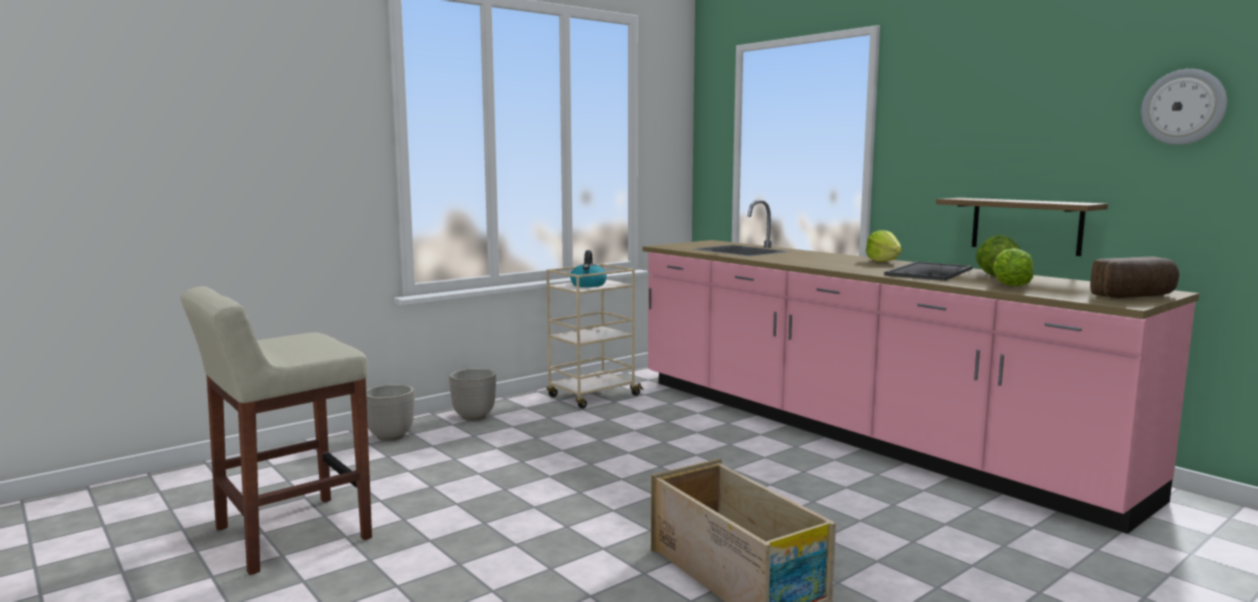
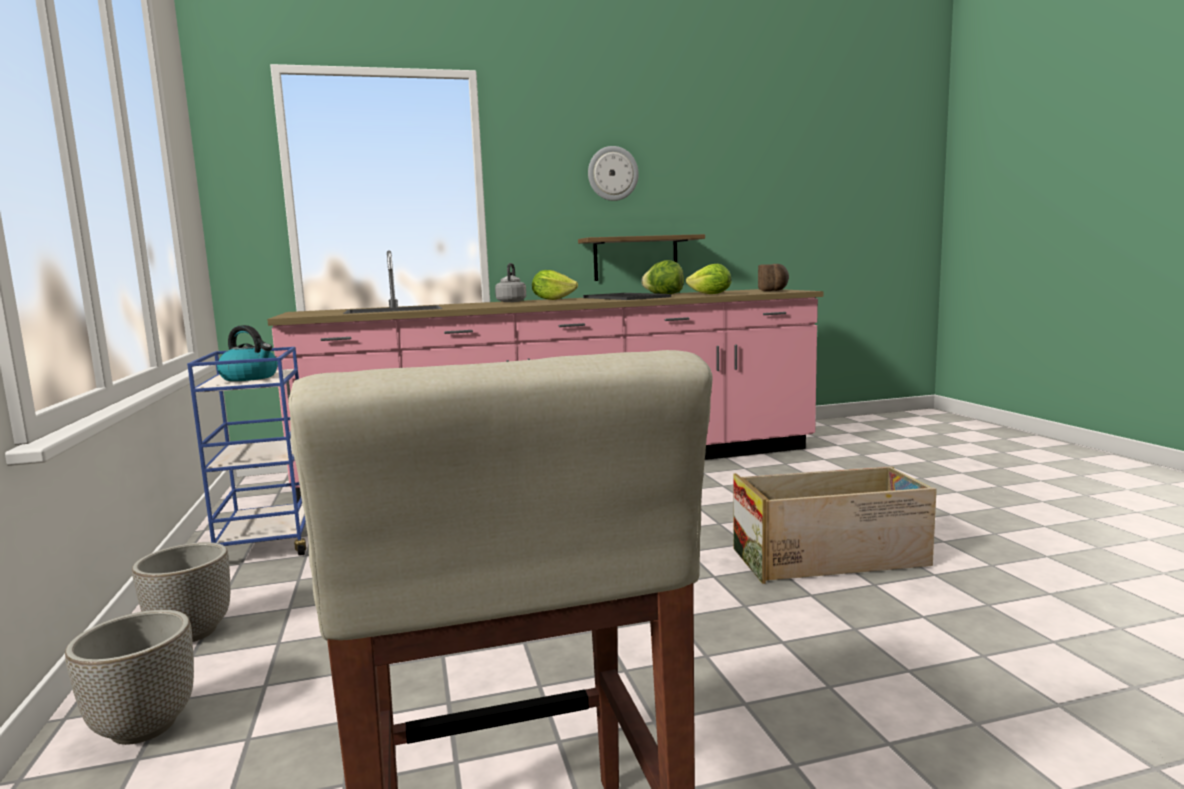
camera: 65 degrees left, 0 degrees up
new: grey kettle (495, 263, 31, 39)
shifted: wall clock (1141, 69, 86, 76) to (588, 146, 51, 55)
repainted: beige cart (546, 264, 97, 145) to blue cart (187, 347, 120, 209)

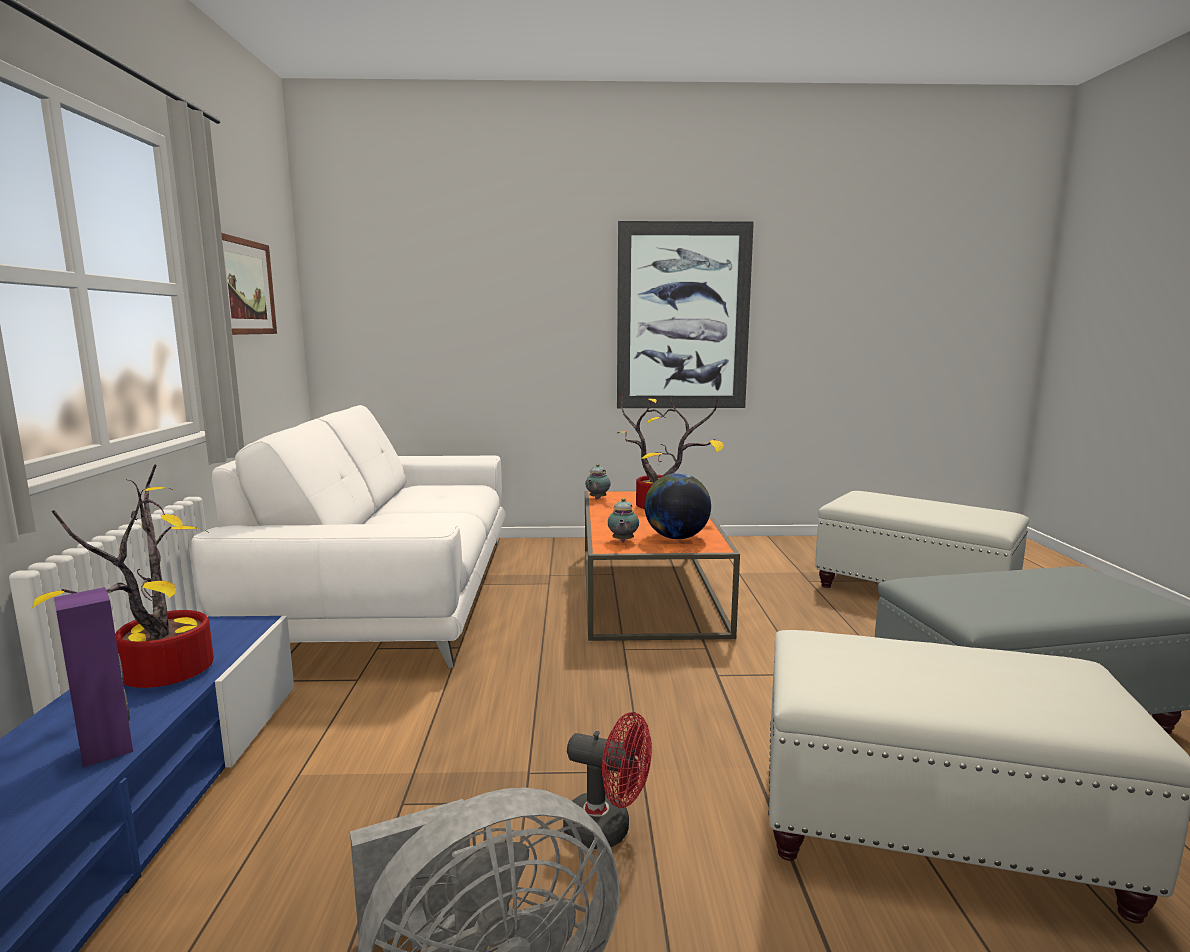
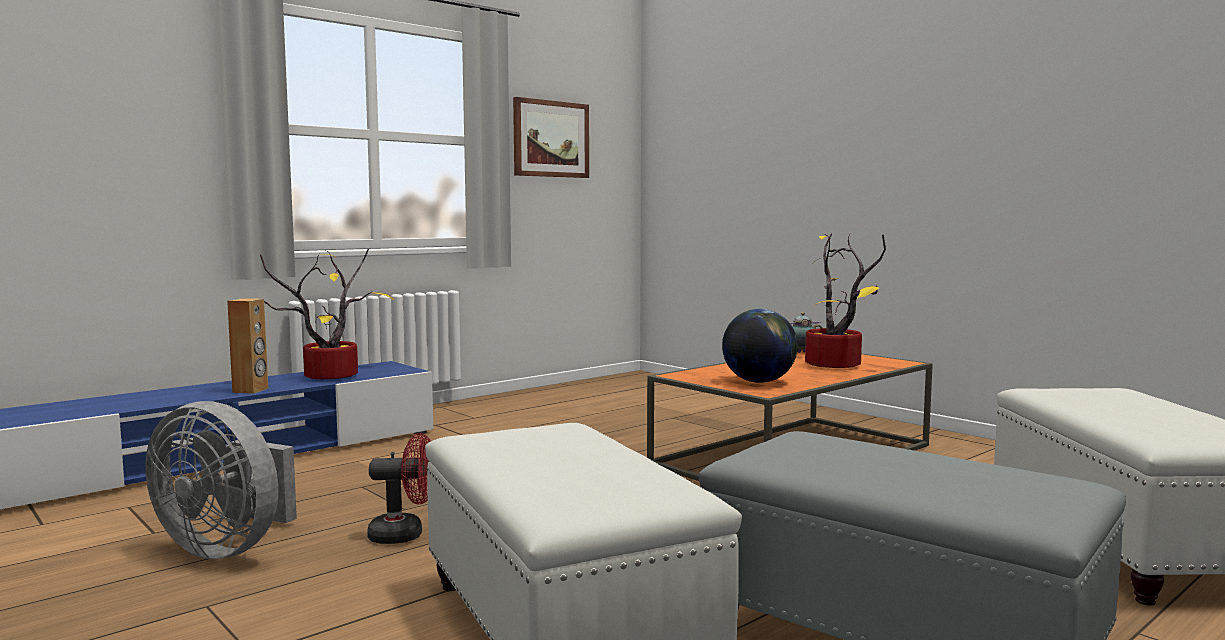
camera: 50 degrees right, 5 degrees down
gone: white sofa (191, 405, 315, 263); teapot (608, 498, 31, 44); picture (617, 221, 137, 187)
repainted: purple speaker (54, 587, 79, 181) to brown speaker (227, 298, 41, 96)
rotated: red fan (563, 712, 89, 137) = (367, 433, 64, 111) 75 degrees counterclockwise

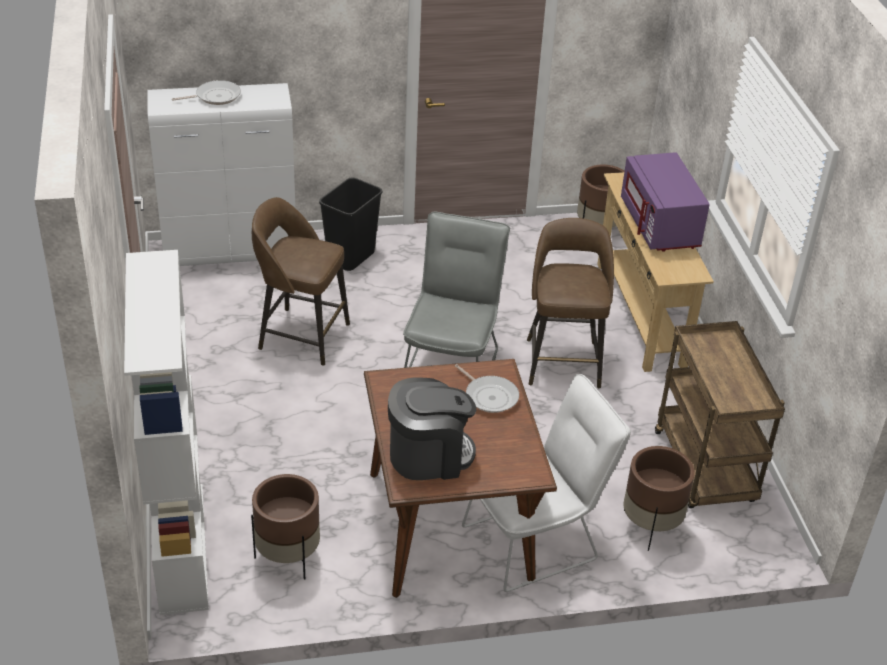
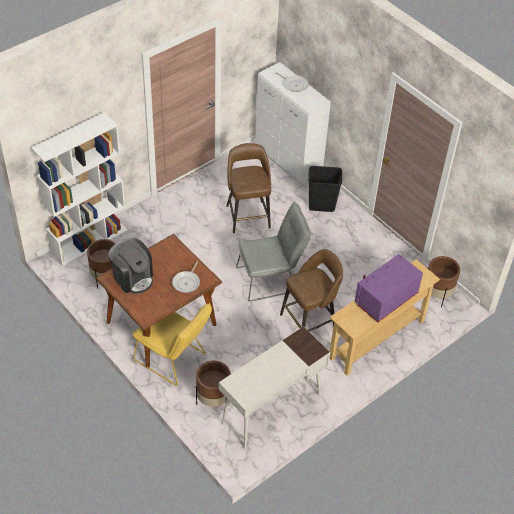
camera: 60 degrees right, 10 degrees up
swapped: brown cart (655, 321, 130, 187) to white desk (219, 326, 111, 123)
repainted: white chair (462, 374, 169, 218) to yellow chair (132, 303, 80, 83)

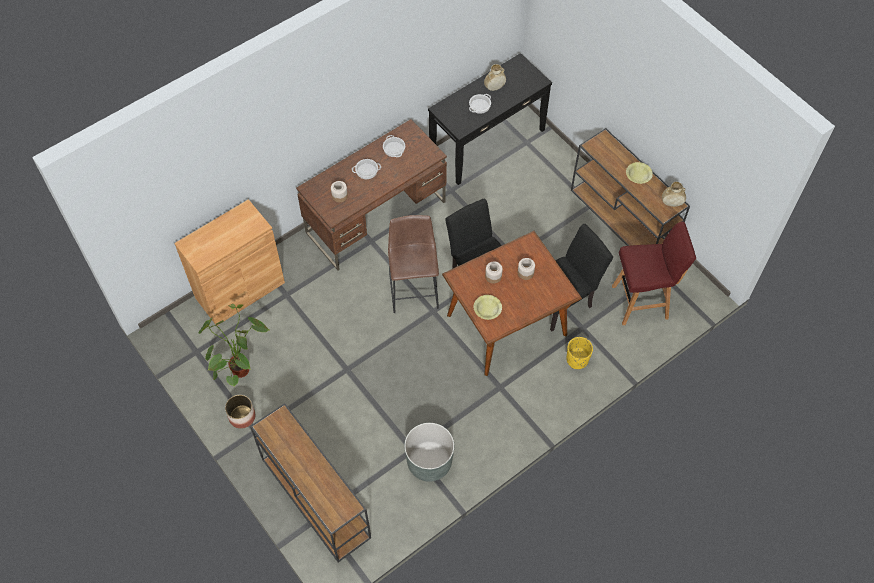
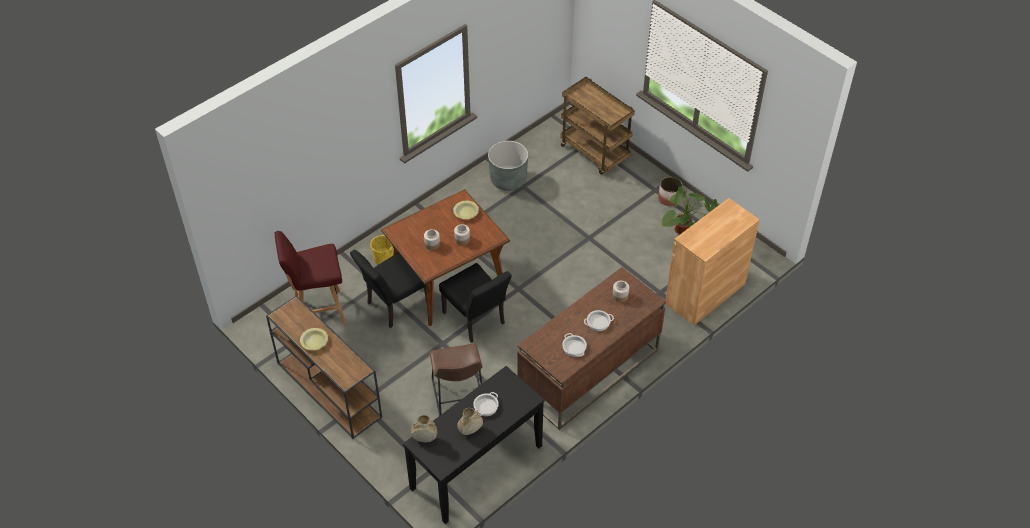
camera: 175 degrees right, 10 degrees down
shifted: beige vase (662, 182, 24, 25) to (411, 415, 26, 27); brown stool (388, 215, 51, 98) to (430, 344, 53, 72)
swapped: brown console table (250, 403, 121, 160) to brown cart (560, 77, 75, 98)

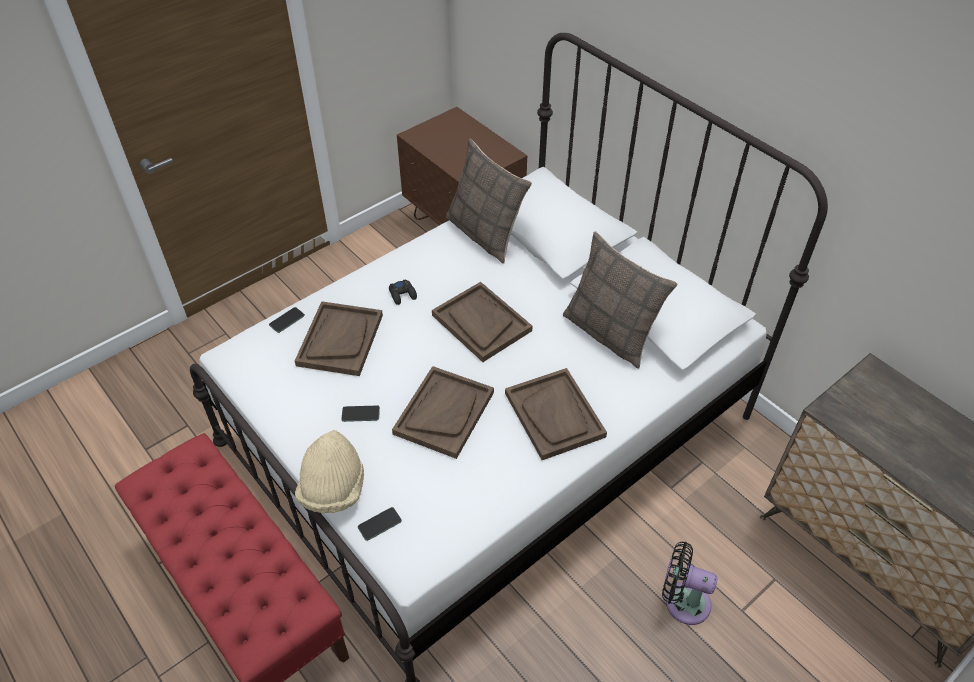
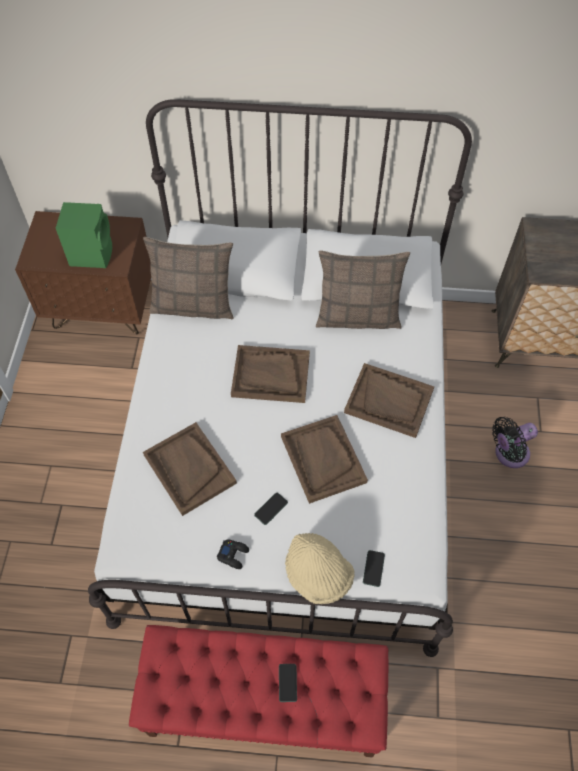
camera: 45 degrees left, 10 degrees up
new: green speaker (56, 202, 56, 66)
shifted: black game controller (389, 279, 28, 26) to (217, 539, 32, 30); phone (269, 307, 36, 26) to (279, 664, 18, 38)

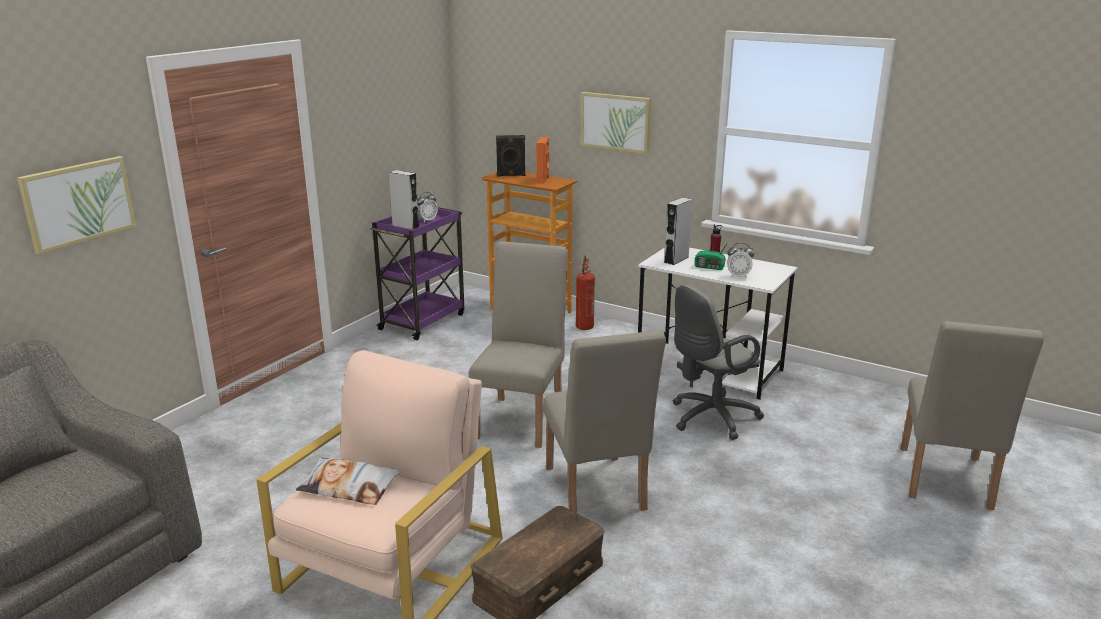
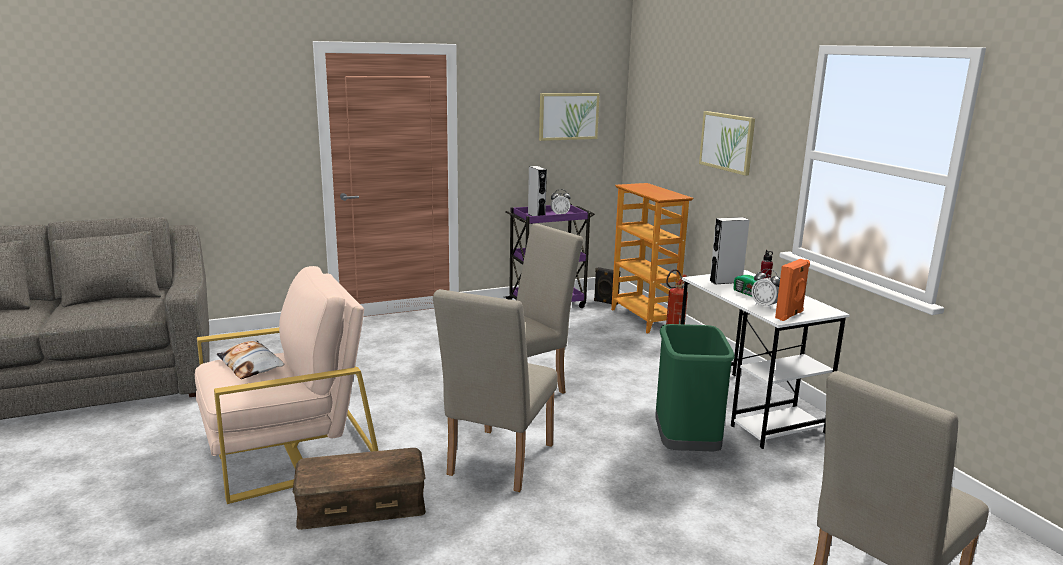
camera: 35 degrees right, 5 degrees down
shifted: picture (17, 156, 119, 98) to (539, 93, 61, 48); black speaker (496, 135, 30, 41) to (594, 267, 26, 38); orange speaker (536, 137, 14, 47) to (775, 259, 35, 62)
swapped: grey office chair (673, 285, 91, 155) to green trash can (655, 324, 80, 128)

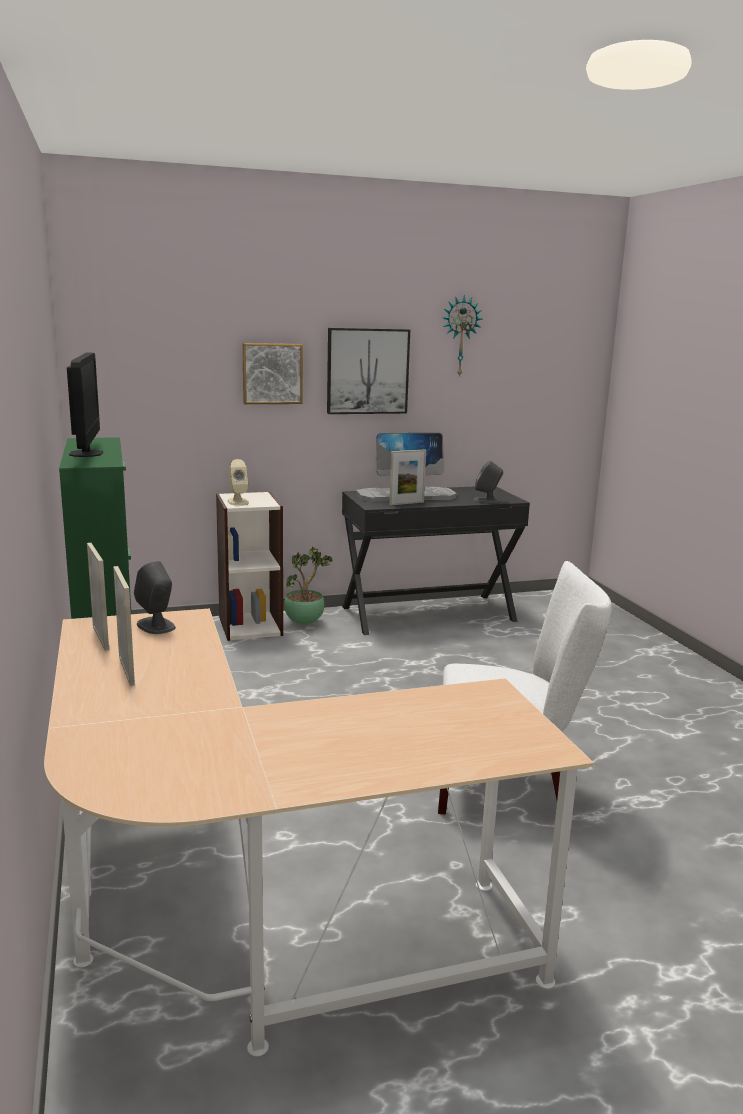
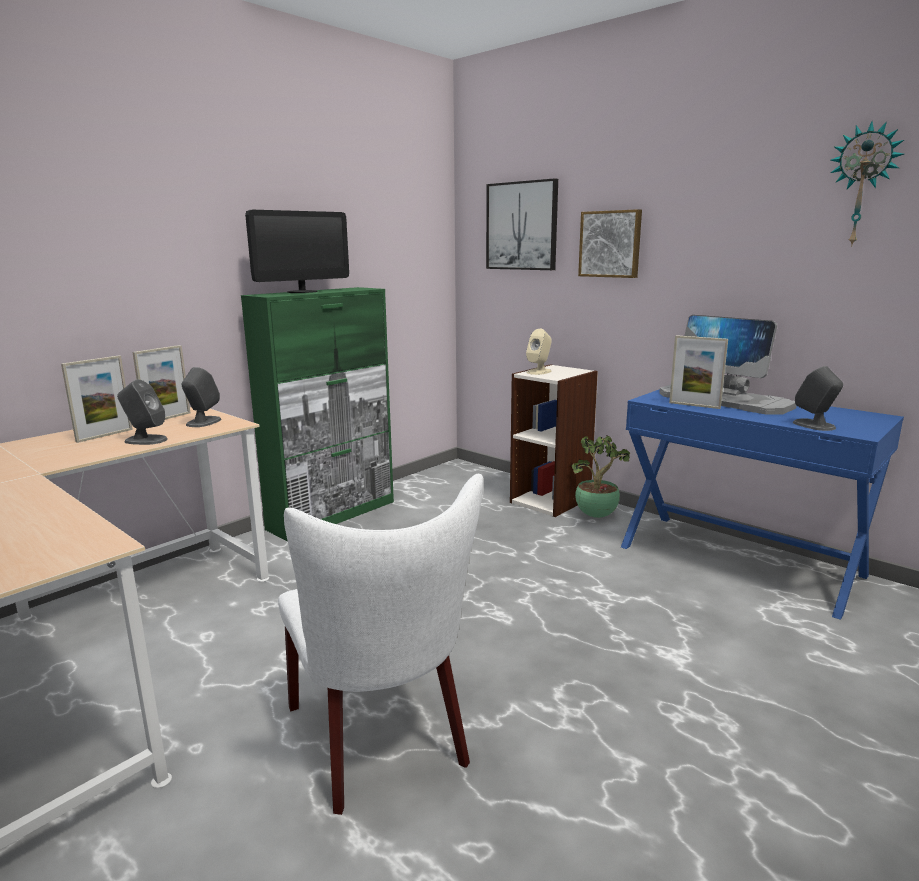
camera: 60 degrees right, 0 degrees up
new: grey speaker (117, 379, 51, 66)
shifted: picture (327, 328, 83, 86) to (486, 178, 72, 92)
repainted: black desk (342, 487, 188, 148) to blue desk (621, 389, 283, 231)

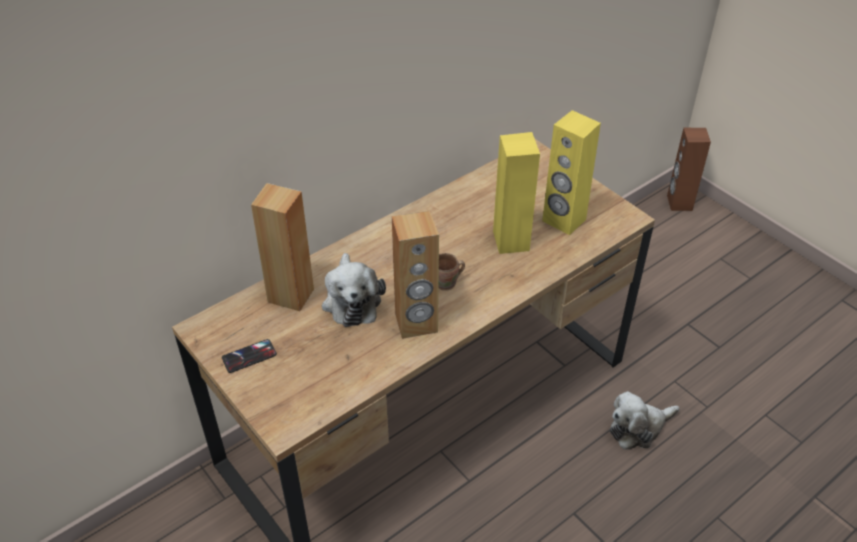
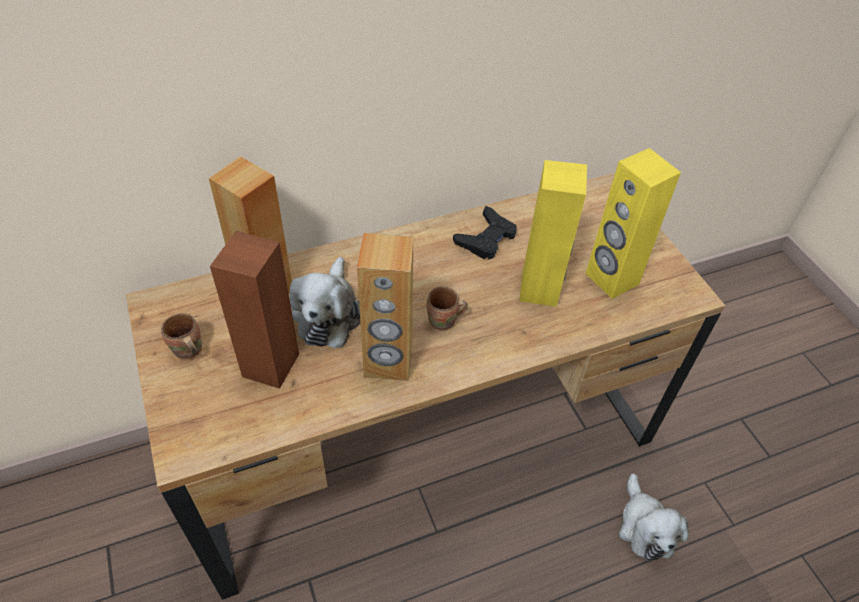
camera: 15 degrees right, 5 degrees up
new: black game controller (453, 206, 64, 53)
shifted: brown speaker (667, 128, 44, 83) to (210, 231, 89, 158)
swapped: phone (222, 339, 55, 34) to brown mug (161, 313, 41, 47)
rotated: plush toy (609, 391, 70, 59) = (619, 473, 70, 88) 90 degrees counterclockwise

